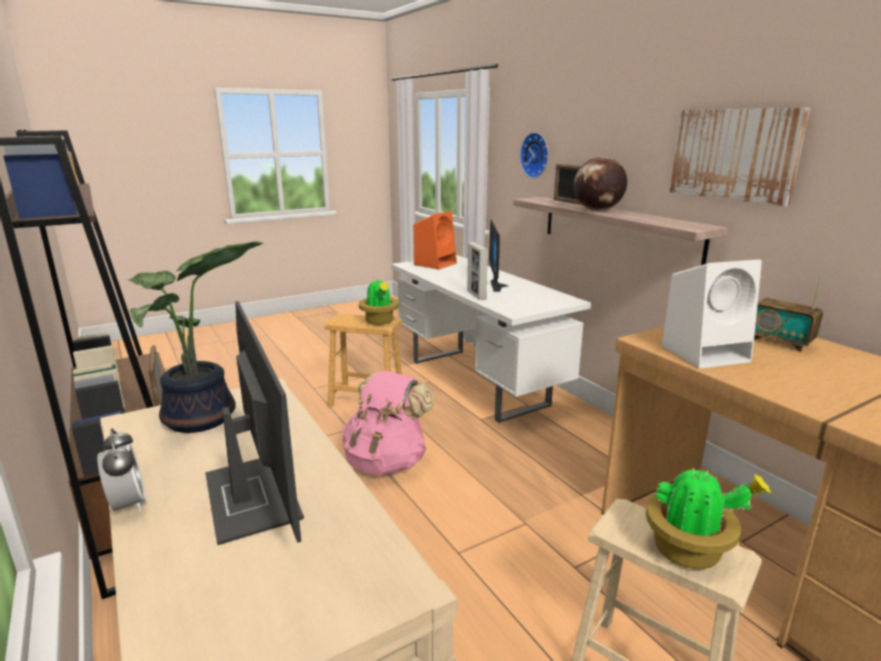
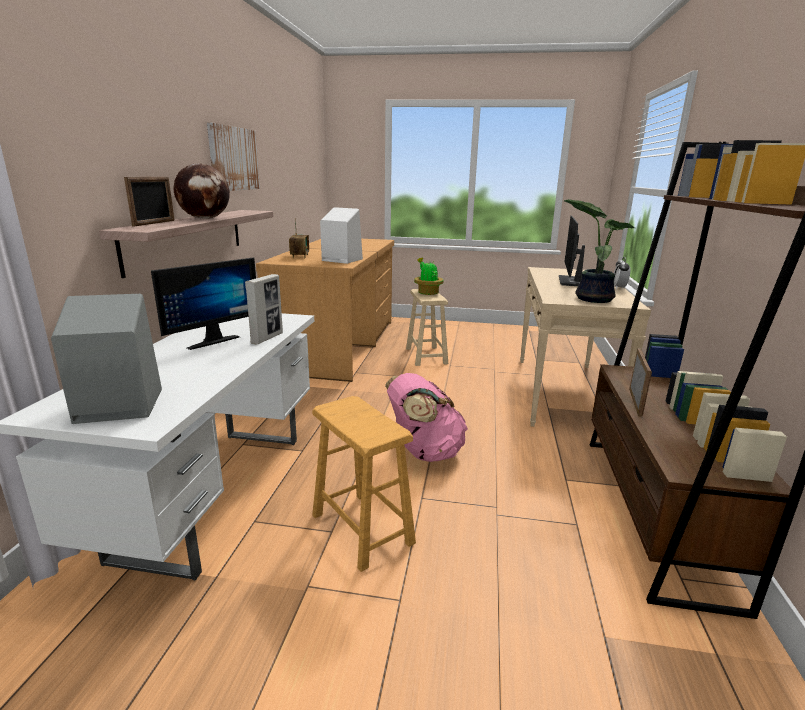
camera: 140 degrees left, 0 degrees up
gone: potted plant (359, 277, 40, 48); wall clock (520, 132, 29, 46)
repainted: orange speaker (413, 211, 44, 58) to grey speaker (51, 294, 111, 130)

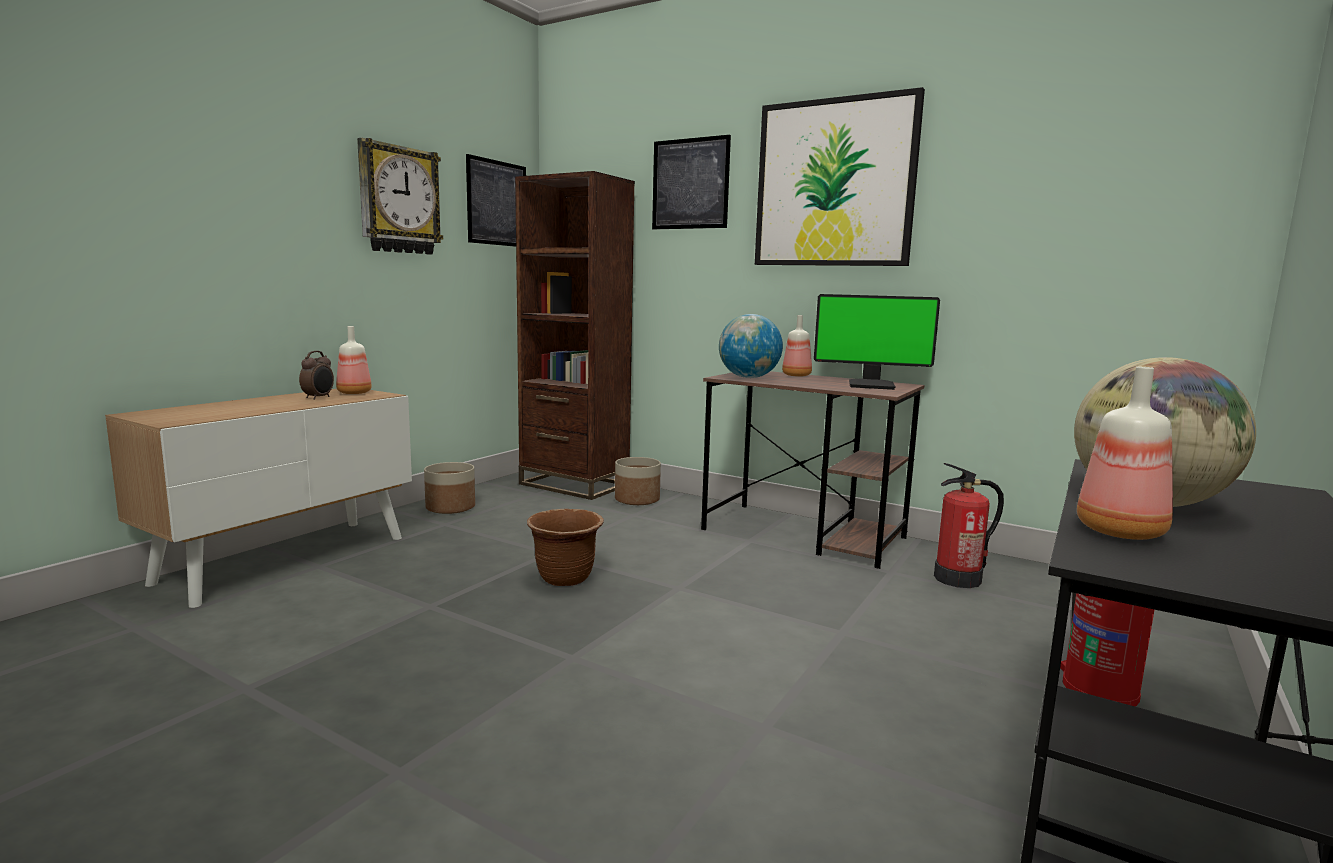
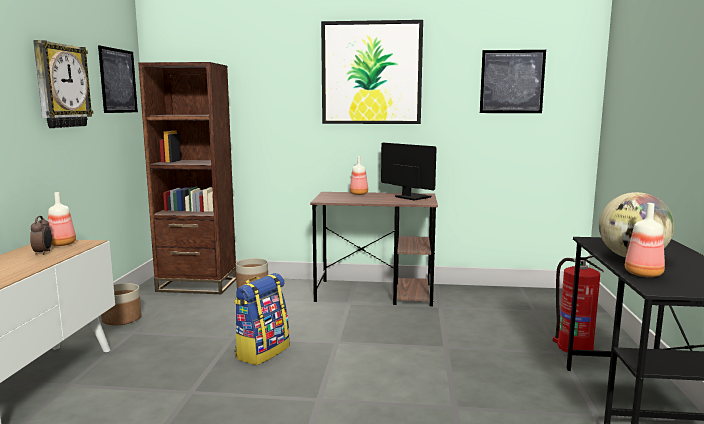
camera: 25 degrees left, 0 degrees up
gone: globe (719, 314, 64, 64); fire extinguisher (934, 463, 70, 125)
shifted: picture (652, 135, 79, 94) to (480, 50, 66, 63)
swapped: brown planter (527, 509, 77, 77) to backpack (234, 273, 56, 92)
rotated: monitor (814, 294, 126, 96) = (381, 143, 55, 58) 120 degrees counterclockwise

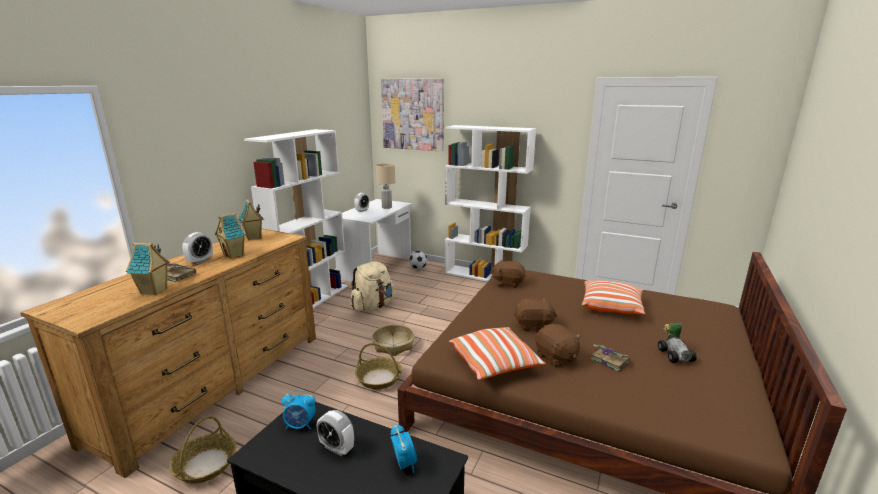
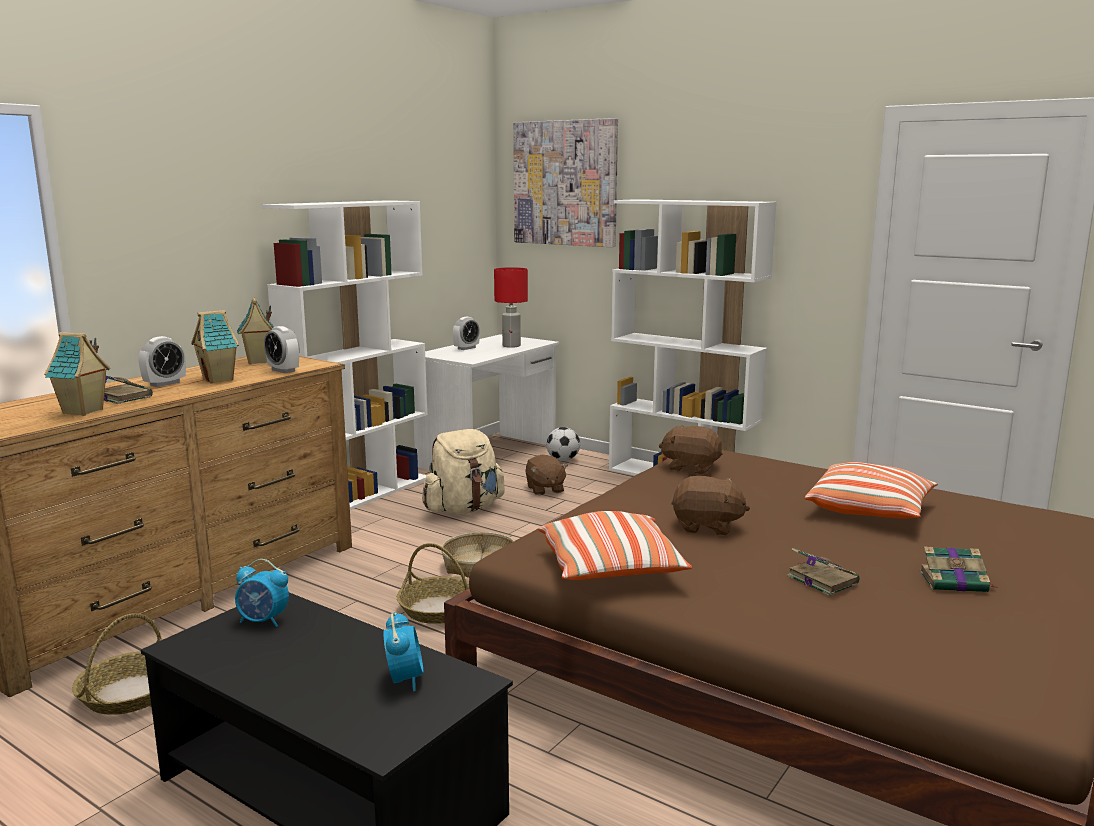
camera: 10 degrees right, 5 degrees down
shifted: alarm clock (317, 410, 37, 46) to (264, 326, 36, 47); brown plush toy (535, 324, 47, 43) to (525, 455, 43, 40)
swapped: toy car (658, 323, 39, 40) to book (919, 546, 77, 46)
repainted: beige table lamp (376, 163, 19, 46) to red table lamp (494, 267, 34, 81)

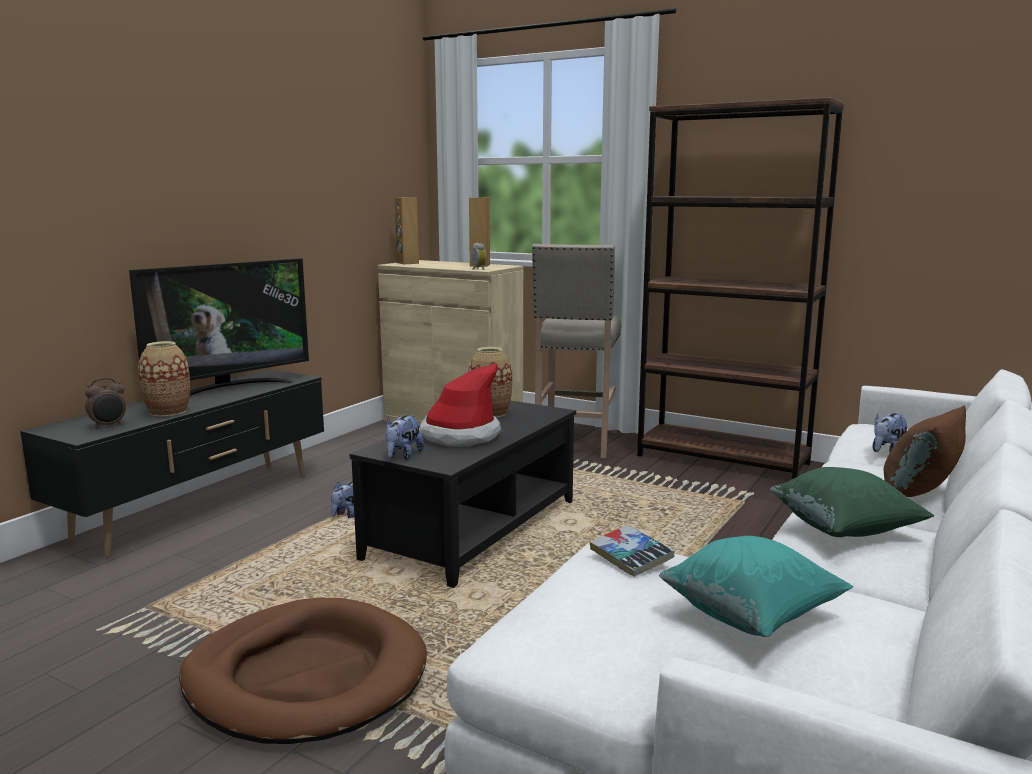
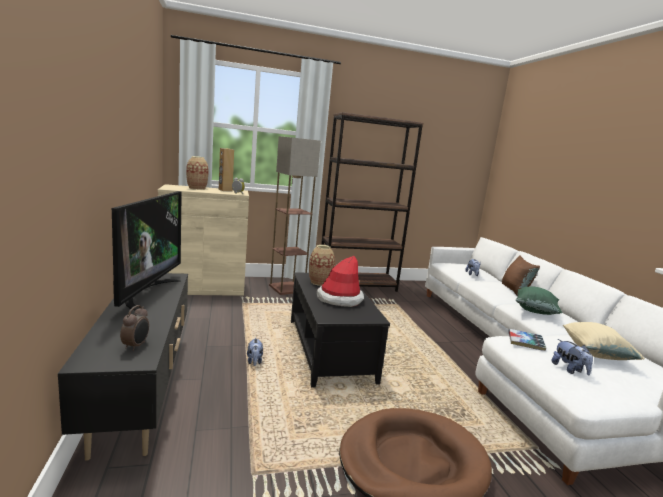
camera: 45 degrees left, 0 degrees up
gone: brown speaker (395, 197, 24, 67)
shifted: vase (138, 341, 52, 76) to (186, 156, 22, 34); plush toy (385, 415, 39, 45) to (552, 339, 41, 36)
swapped: beige stool (532, 244, 89, 215) to floor lamp (269, 136, 52, 159)
repainted: turquoise pillow (659, 536, 194, 101) to beige pillow (563, 322, 82, 38)

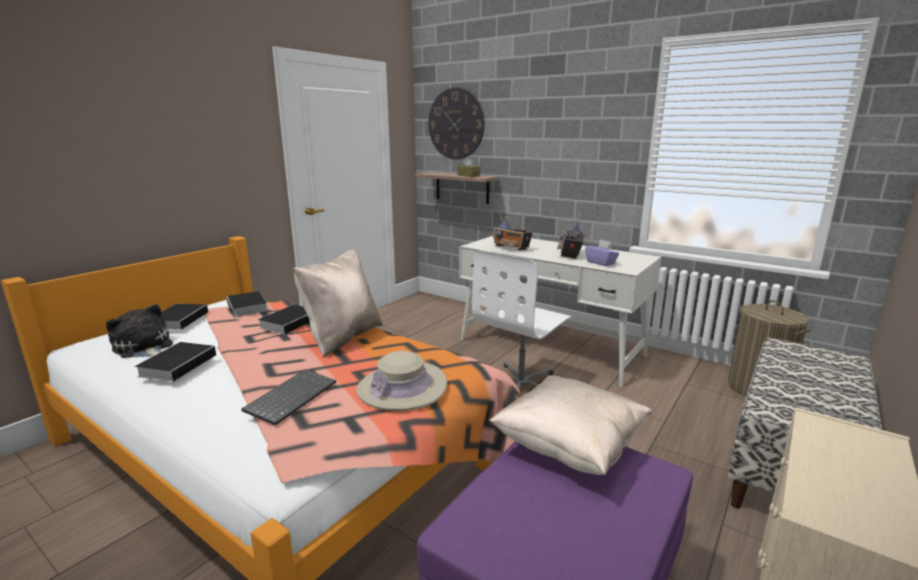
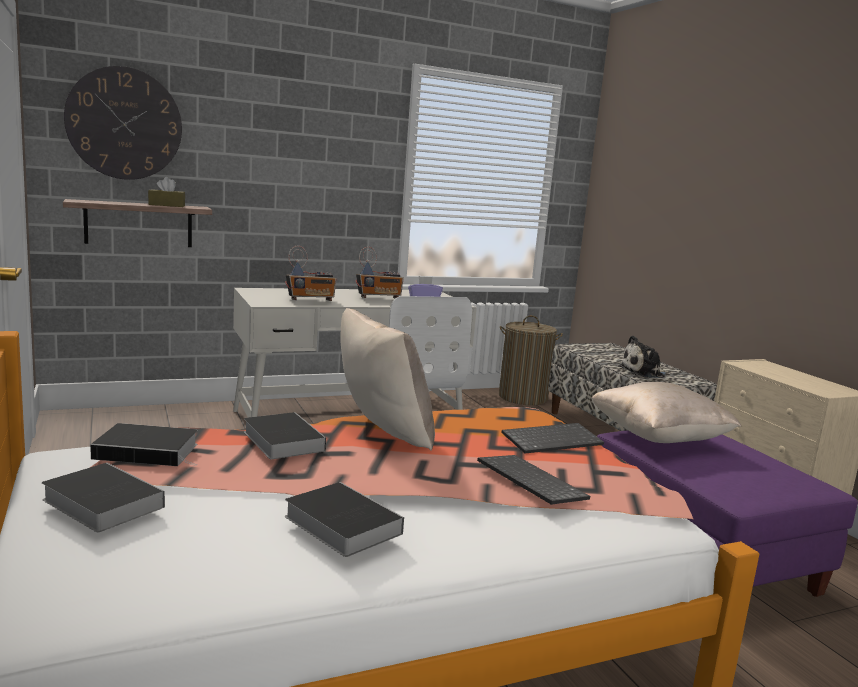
camera: 60 degrees left, 5 degrees down
shifted: plush toy (106, 304, 67, 54) to (619, 335, 50, 43)
swapped: beige hat (356, 351, 91, 60) to keyboard (501, 423, 103, 30)
rotated: radio (557, 211, 28, 48) = (356, 247, 48, 51) 60 degrees counterclockwise

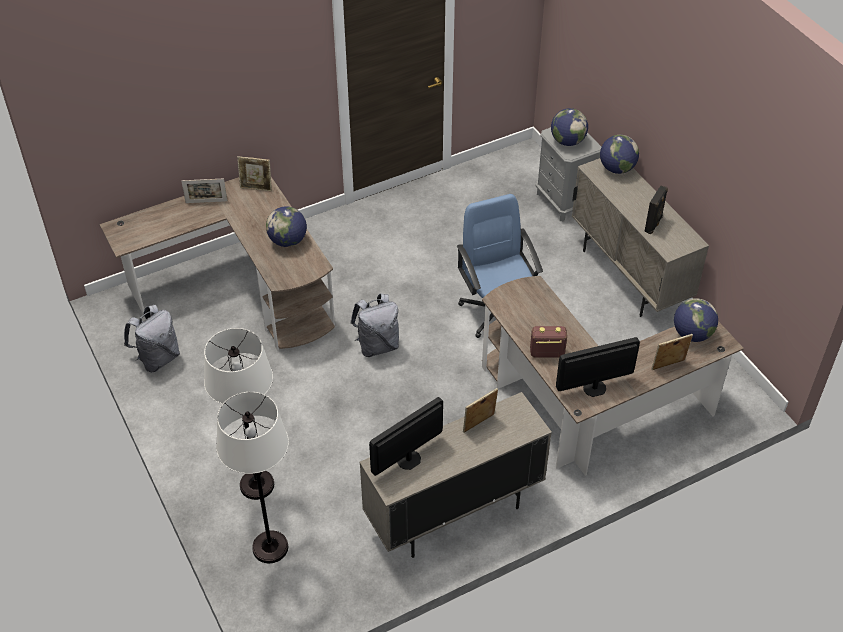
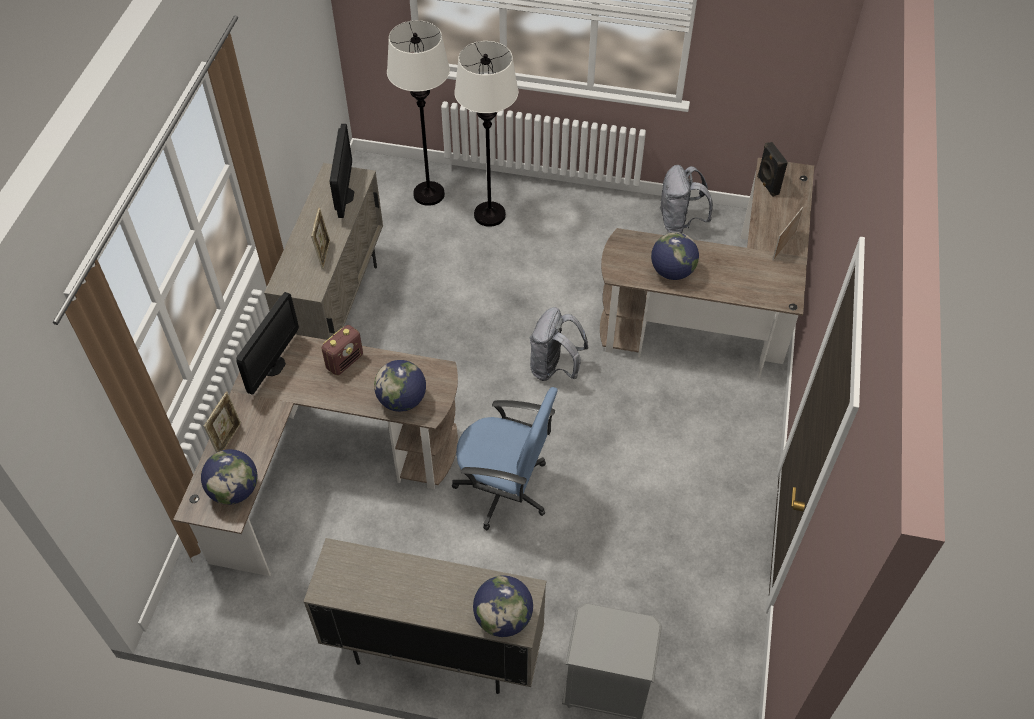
camera: 130 degrees right, 5 degrees up
gone: picture frame (237, 156, 35, 35)
shifted: globe (551, 108, 37, 38) to (374, 360, 52, 52); black speaker (644, 185, 24, 50) to (757, 142, 31, 55)

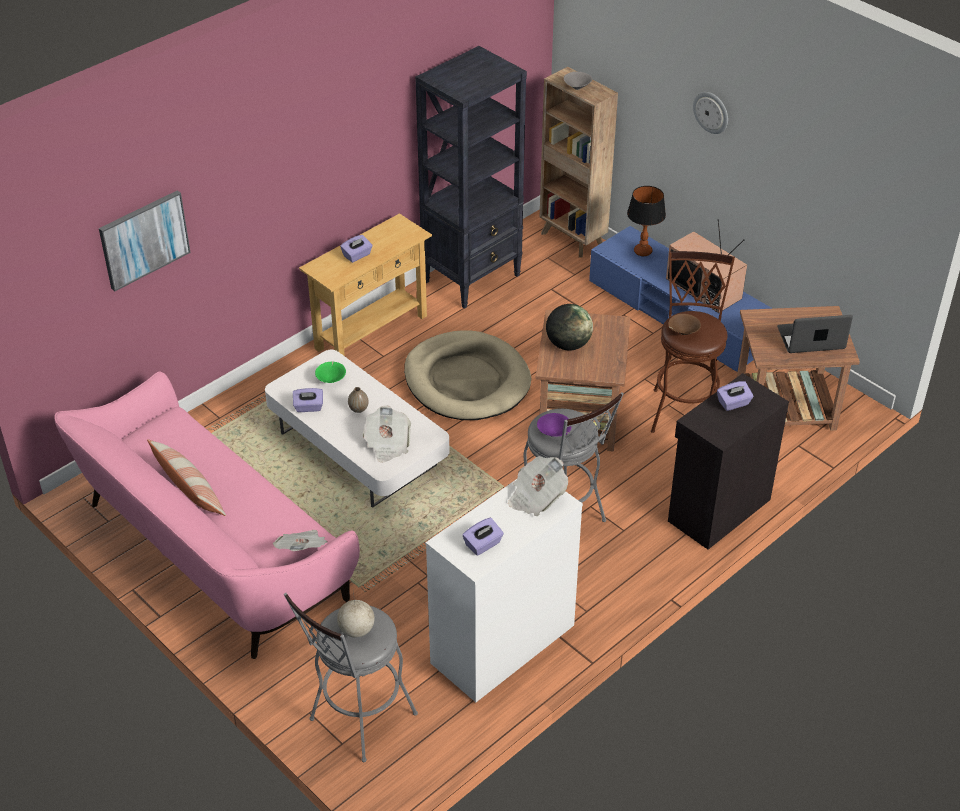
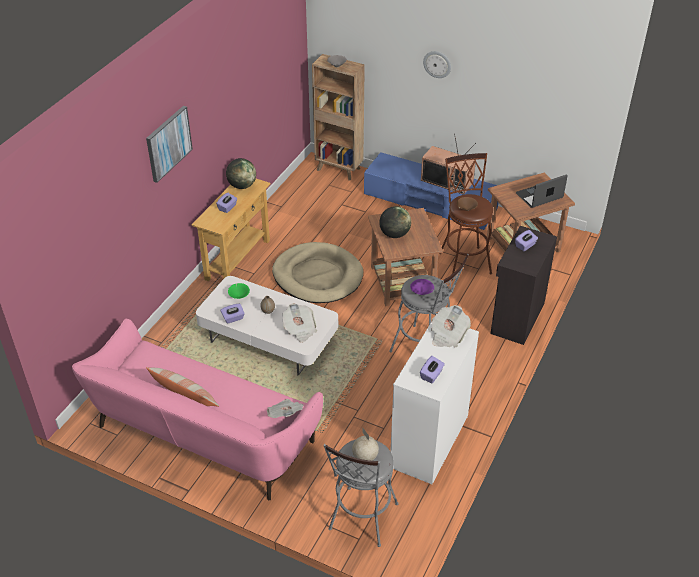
camera: 20 degrees left, 0 degrees up
gone: black bookcase (415, 46, 112, 263); table lamp (627, 186, 39, 70)
new: globe (226, 158, 30, 31)
shifted: picture (99, 190, 92, 101) to (146, 106, 47, 77)

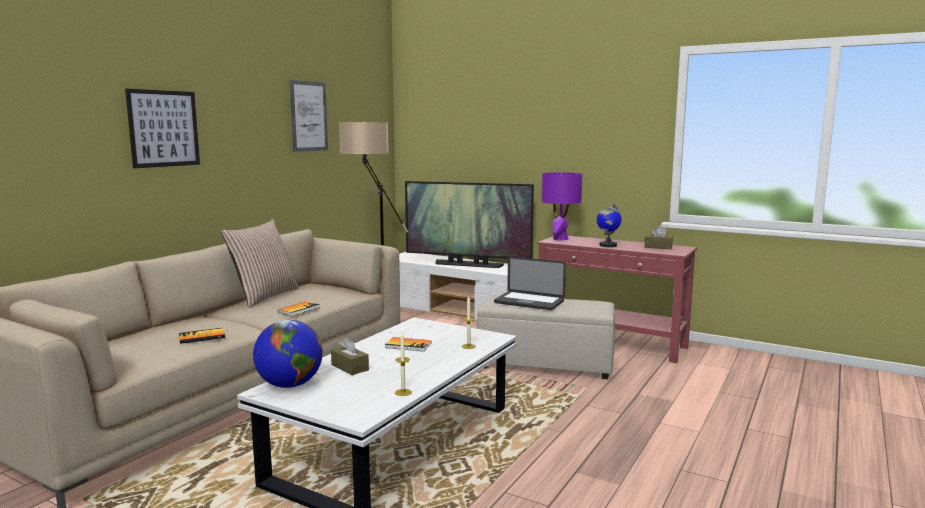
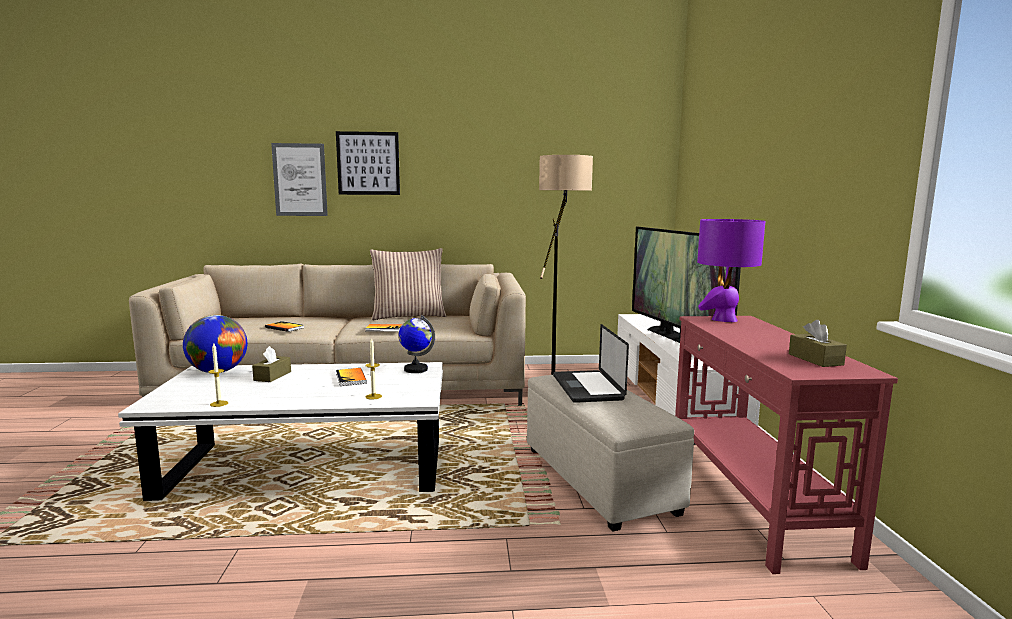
camera: 55 degrees right, 0 degrees up
shifted: picture (290, 80, 38, 72) to (271, 143, 57, 73); globe (597, 204, 25, 43) to (399, 315, 36, 58)

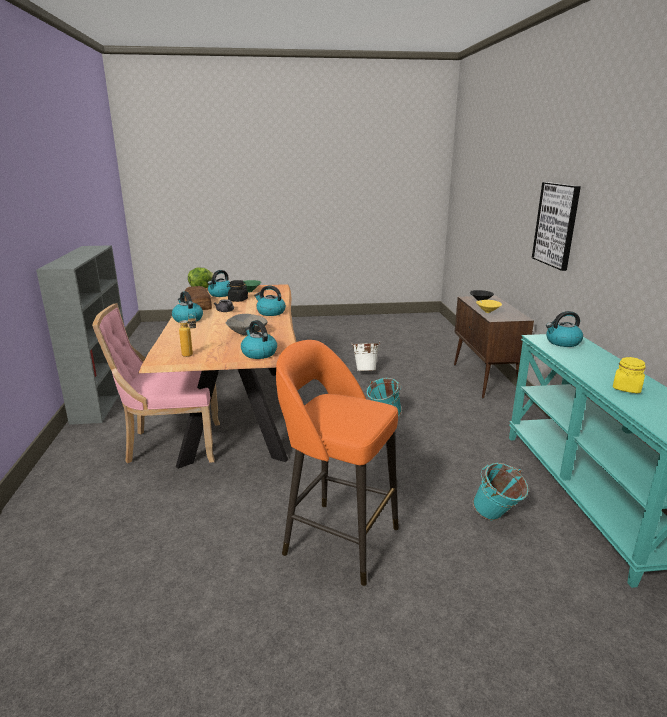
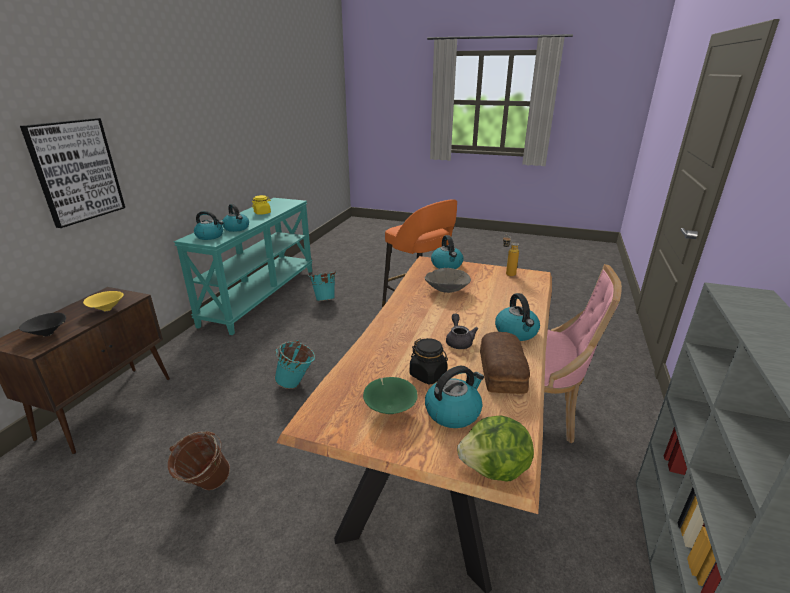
camera: 155 degrees left, 5 degrees up
shifted: kettle (254, 286, 32, 30) to (222, 204, 27, 28)
repainted: white bucket (351, 342, 29, 29) to brown bucket (168, 431, 62, 59)

